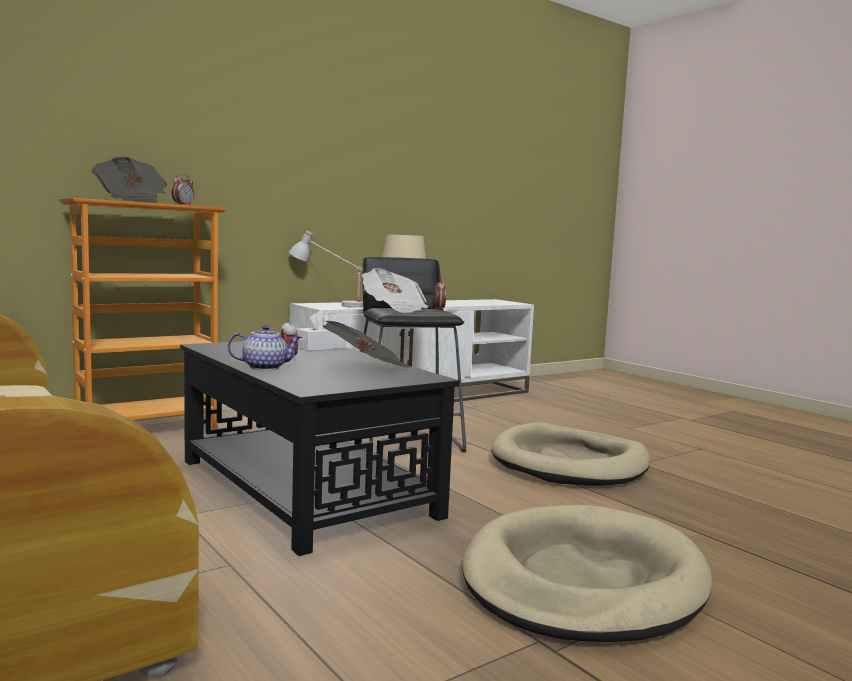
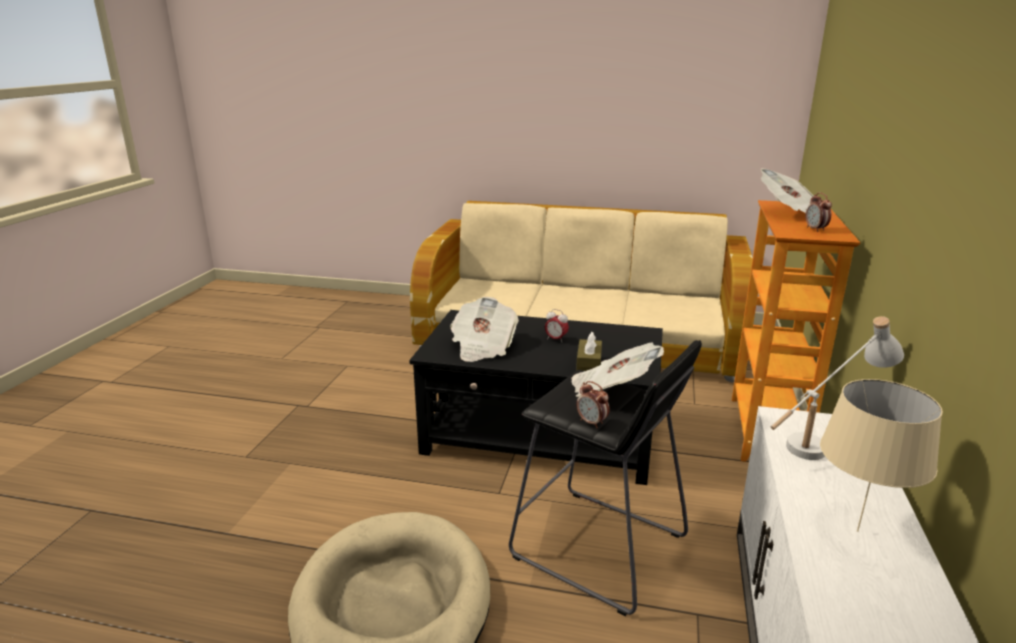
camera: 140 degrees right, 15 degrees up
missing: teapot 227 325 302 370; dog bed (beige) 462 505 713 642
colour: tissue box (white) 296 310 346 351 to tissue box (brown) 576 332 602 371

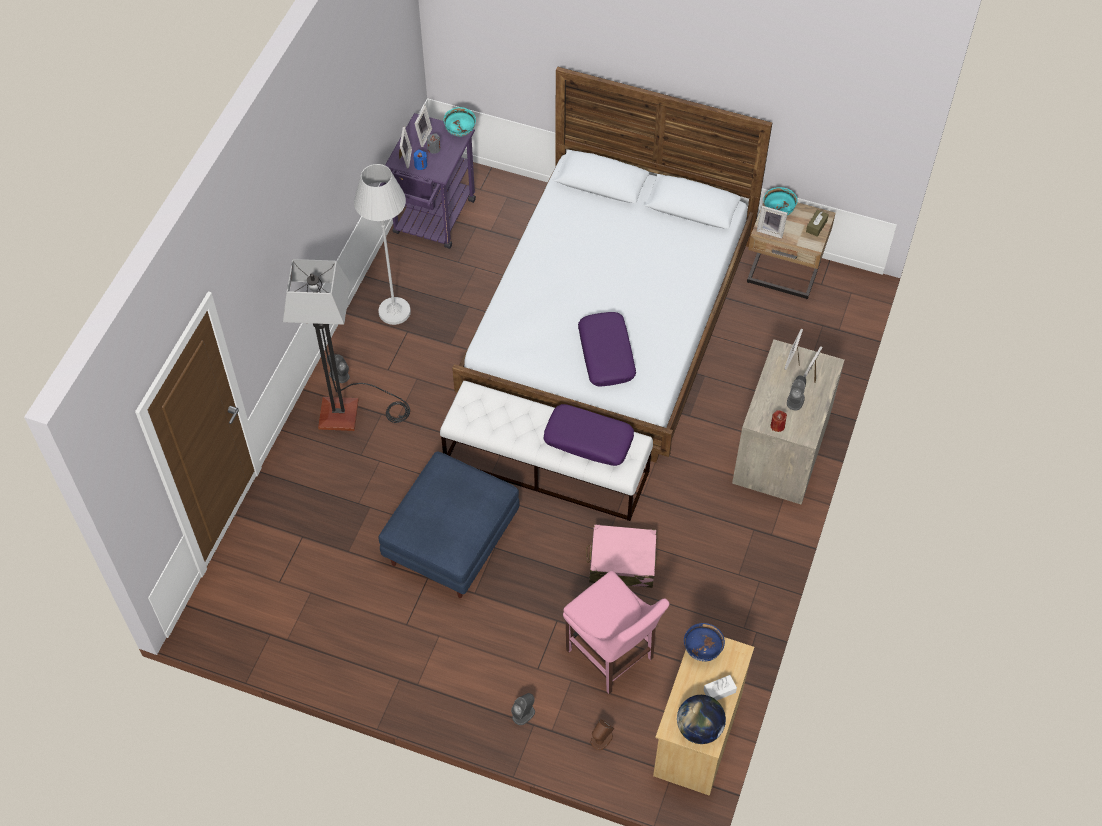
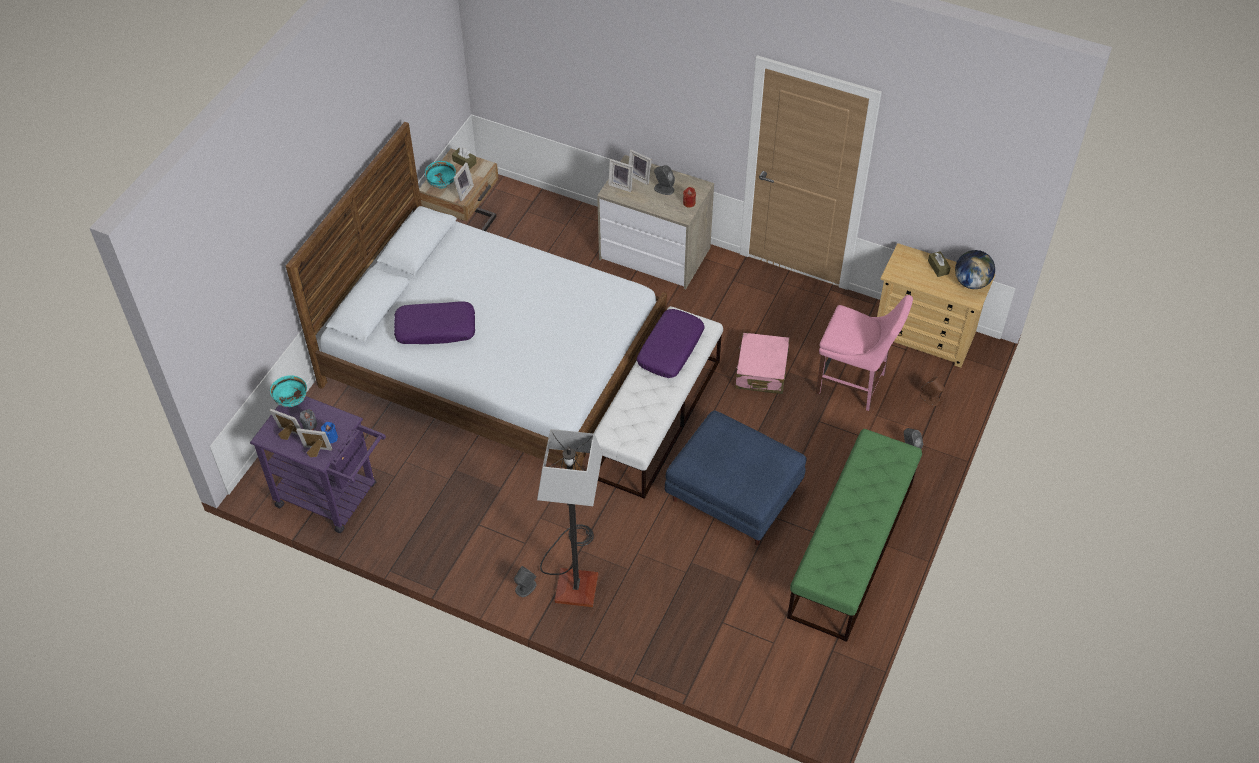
camera: 85 degrees left, 5 degrees down
missing: floor lamp (white) 354 164 411 325; bowl (blue) 684 623 725 662
appeared: bench (green) 787 429 922 642
relocated: pillow (purple) 578 312 636 387 to 394 302 475 344
colour: tissue box (white) 703 675 737 700 to tissue box (brown) 928 251 951 277
spun: chair (pink) 563 571 669 694 = 816 295 913 411 60 degrees clockwise

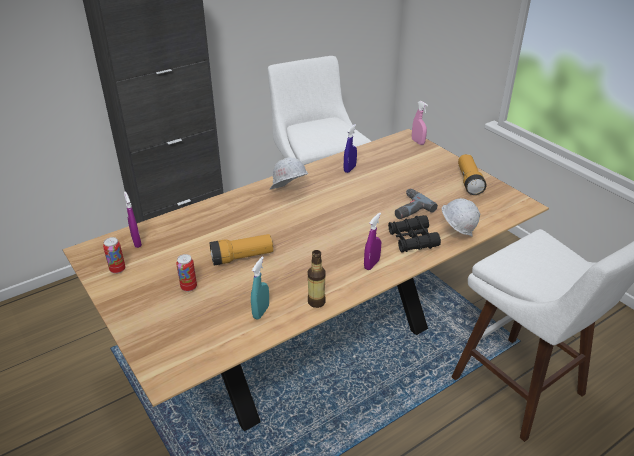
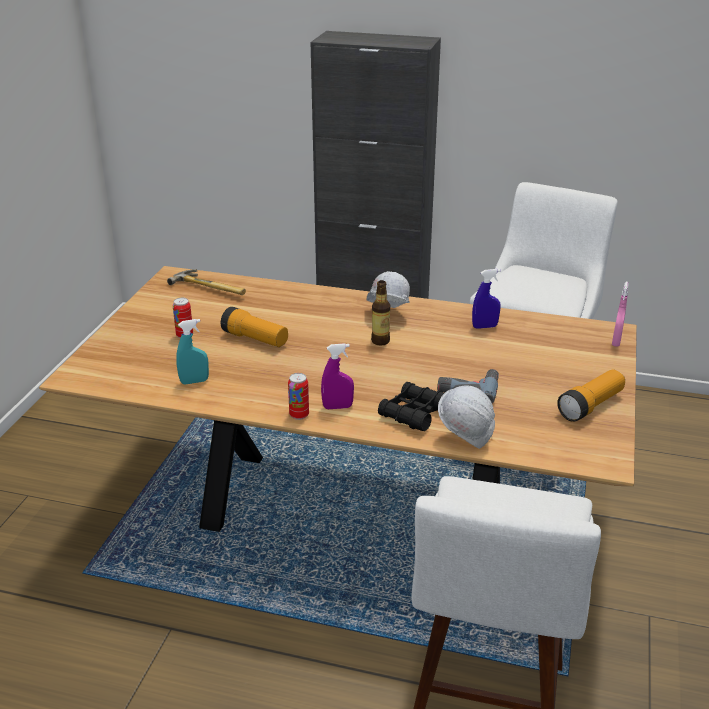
camera: 50 degrees right, 5 degrees down
relocated: can 103 237 125 274 to 288 373 309 420; bottle 308 250 326 308 to 371 280 390 346
exchanged: spray bottle (purple) 124 191 142 248 to hammer 167 269 246 295

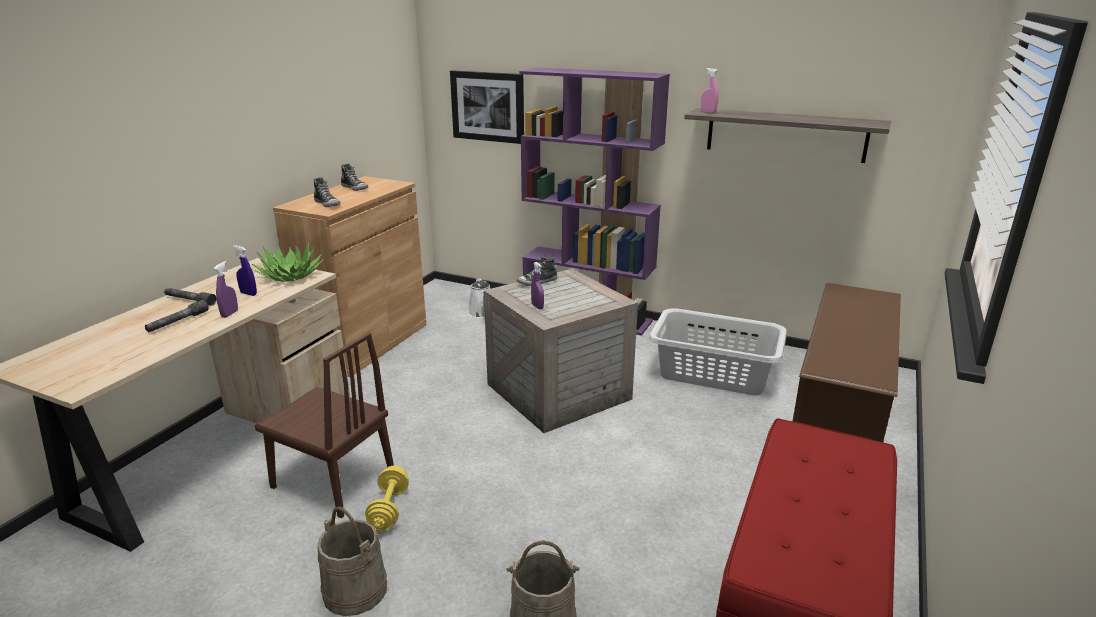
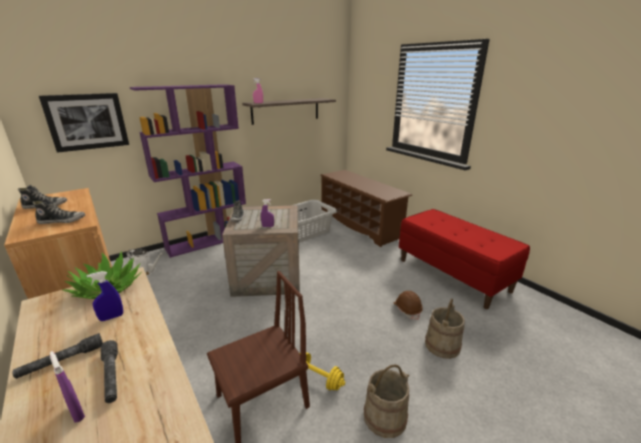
camera: 60 degrees left, 0 degrees up
appeared: hard hat (brown) 394 291 423 320
relocated: spray bottle (purple) 214 261 238 318 to 50 351 85 422

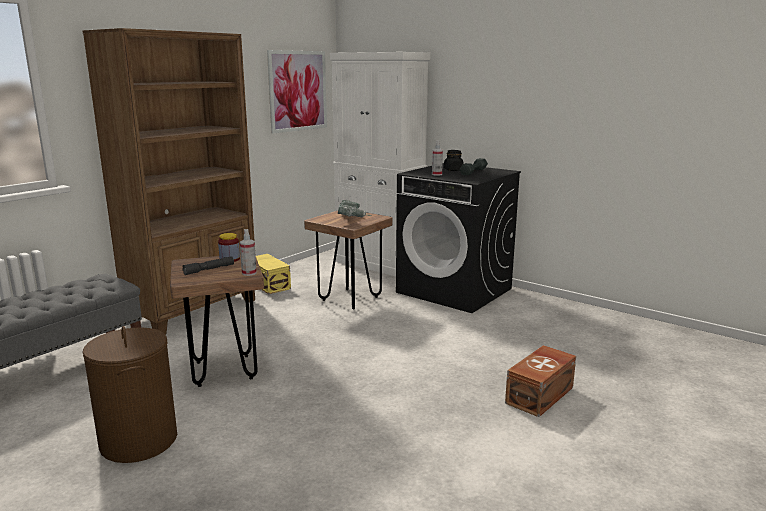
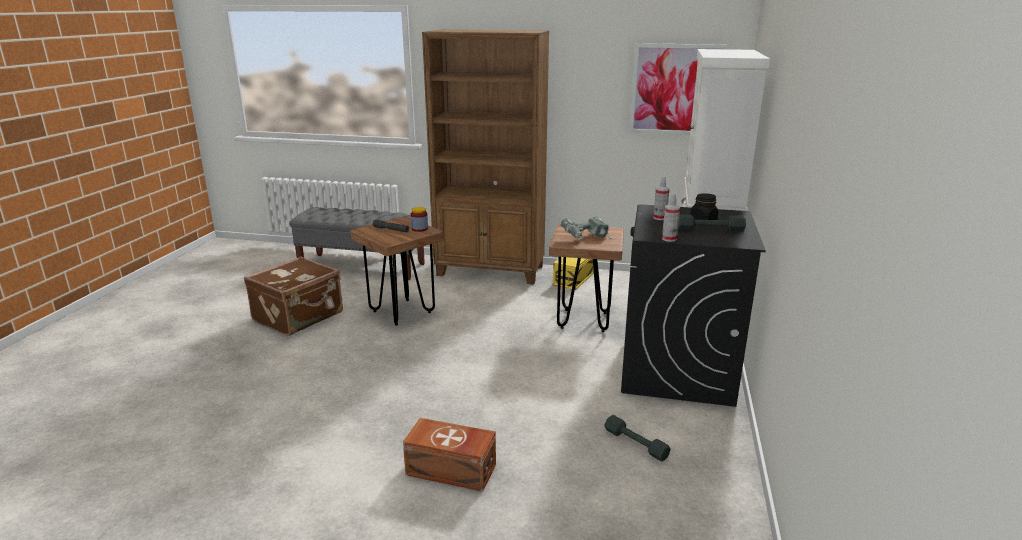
camera: 65 degrees right, 5 degrees up
appeared: dumbbell (grey) 604 415 671 461
relocated: spray bottle 240 229 257 276 to 662 194 680 242
exchanged: laundry basket (brown) 82 326 177 463 to suitcase (brown) 244 256 343 336

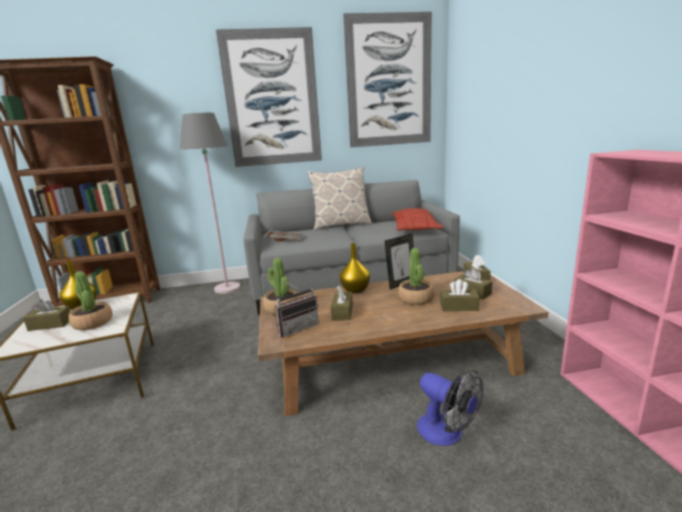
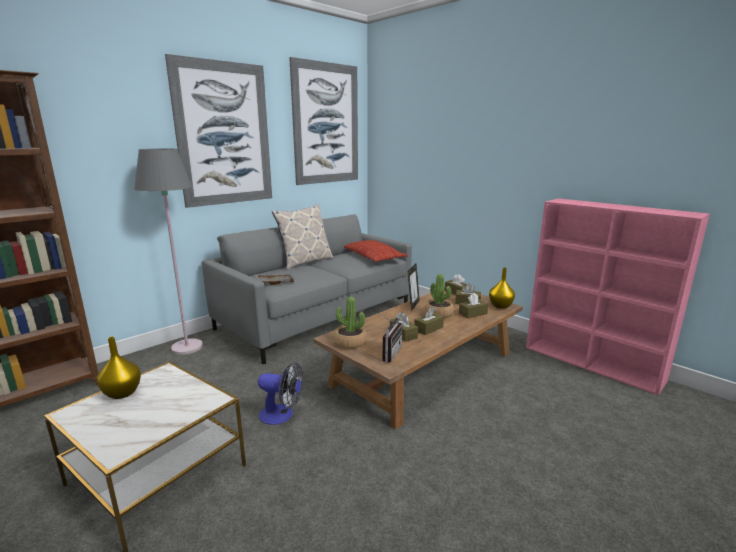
camera: 35 degrees left, 0 degrees up
missing: potted plant 69 271 113 330
relocated: tissue box (brown) 23 299 71 331 to 414 307 444 335; vase (yellow) 340 243 370 294 to 489 268 515 309; fan 417 370 483 446 to 258 362 303 425

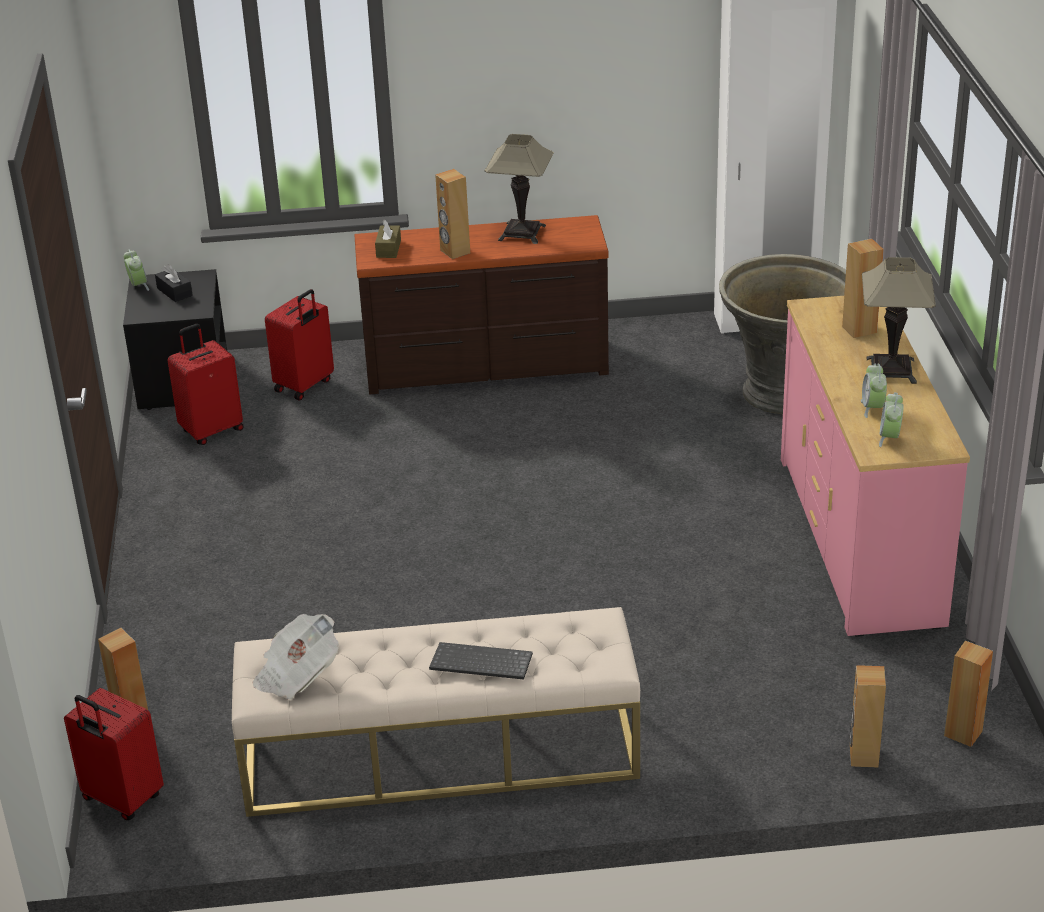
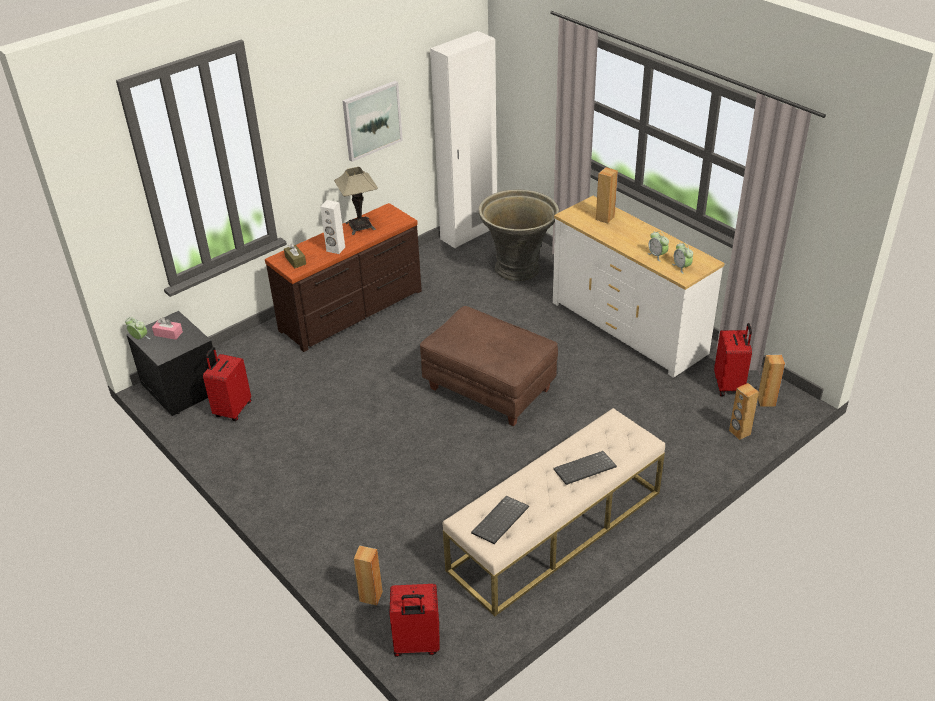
camera: 35 degrees left, 5 degrees up
missing: table lamp 862 257 936 384
appeared: picture 343 81 403 162; ottoman (brown) 420 306 558 426
relocated: suitcase (red) 265 289 334 400 to 714 323 752 396
exchanged: newspaper 253 614 339 700 to keyboard 471 496 529 544
colour: tissue box (black) 155 264 193 302 to tissue box (pink) 152 317 183 340; speaker (brown) 435 169 470 259 to speaker (white) 320 200 345 254; dresser (pink) 781 296 970 637 to dresser (white) 553 196 725 378

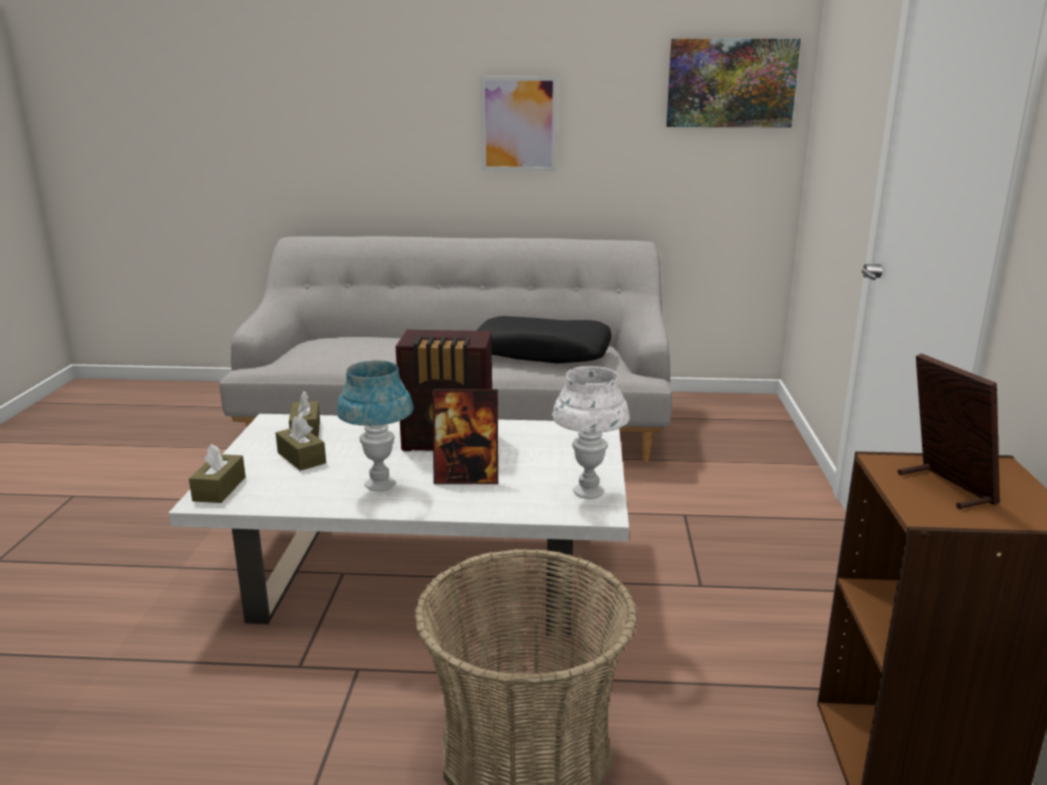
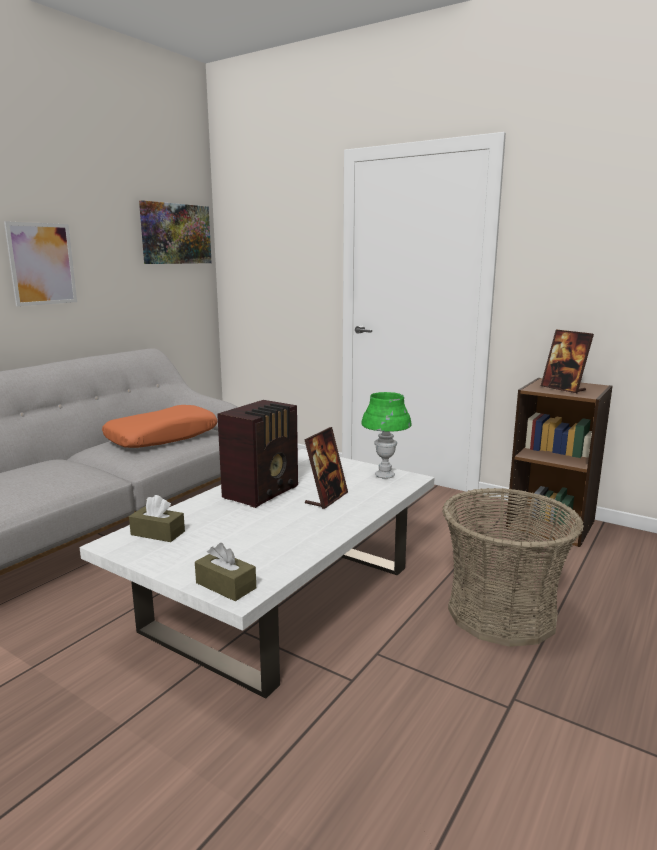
camera: 60 degrees left, 5 degrees down
missing: tissue box (brown) 276 416 326 471; table lamp (blue) 336 361 413 491
colour: pillow (black) 477 316 611 364 to pillow (orange) 102 405 217 448; table lamp (white) 552 366 630 499 to table lamp (green) 362 392 412 479
spun: picture frame 898 353 1000 509 = 541 330 594 393 135 degrees counterclockwise

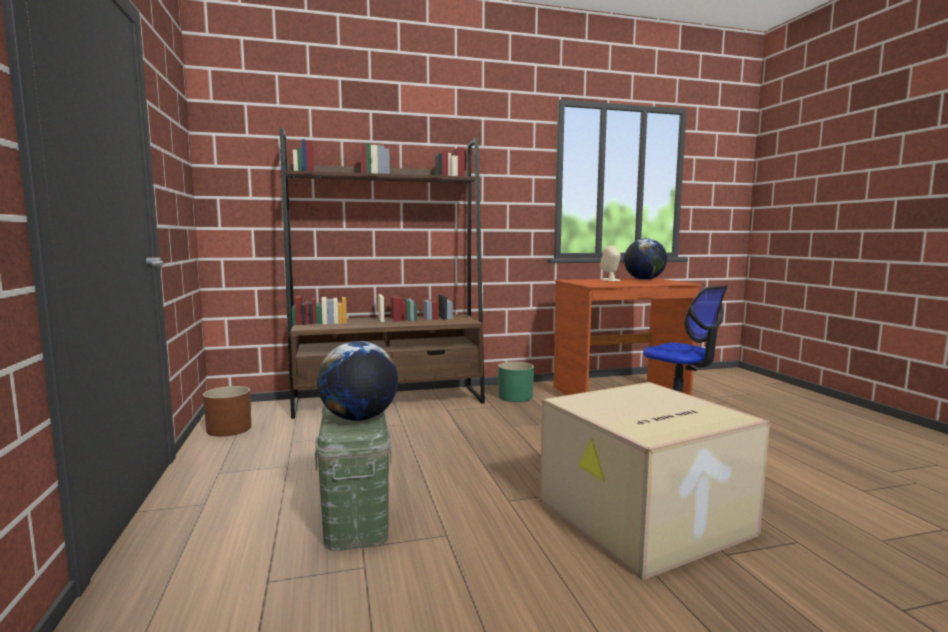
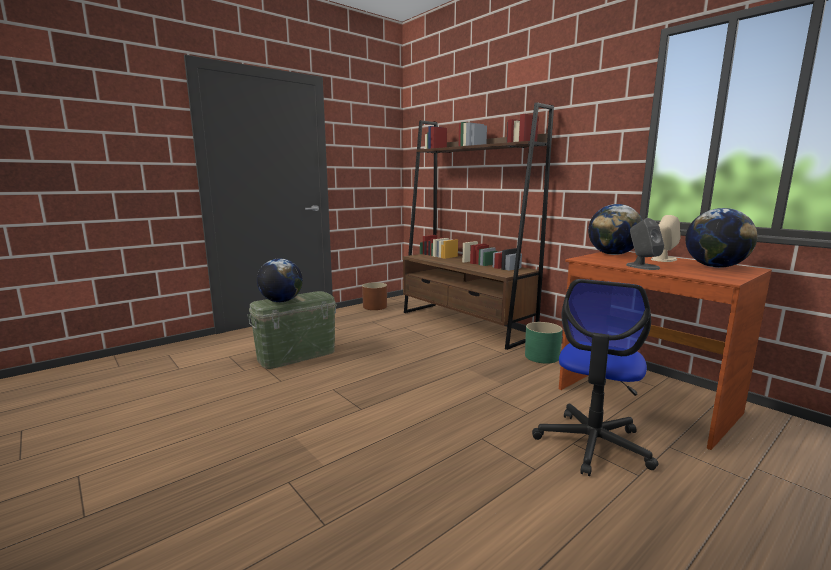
camera: 65 degrees right, 5 degrees up
missing: cardboard box 540 382 770 580
appeared: globe 588 204 642 255; speaker (grey) 626 218 664 270

